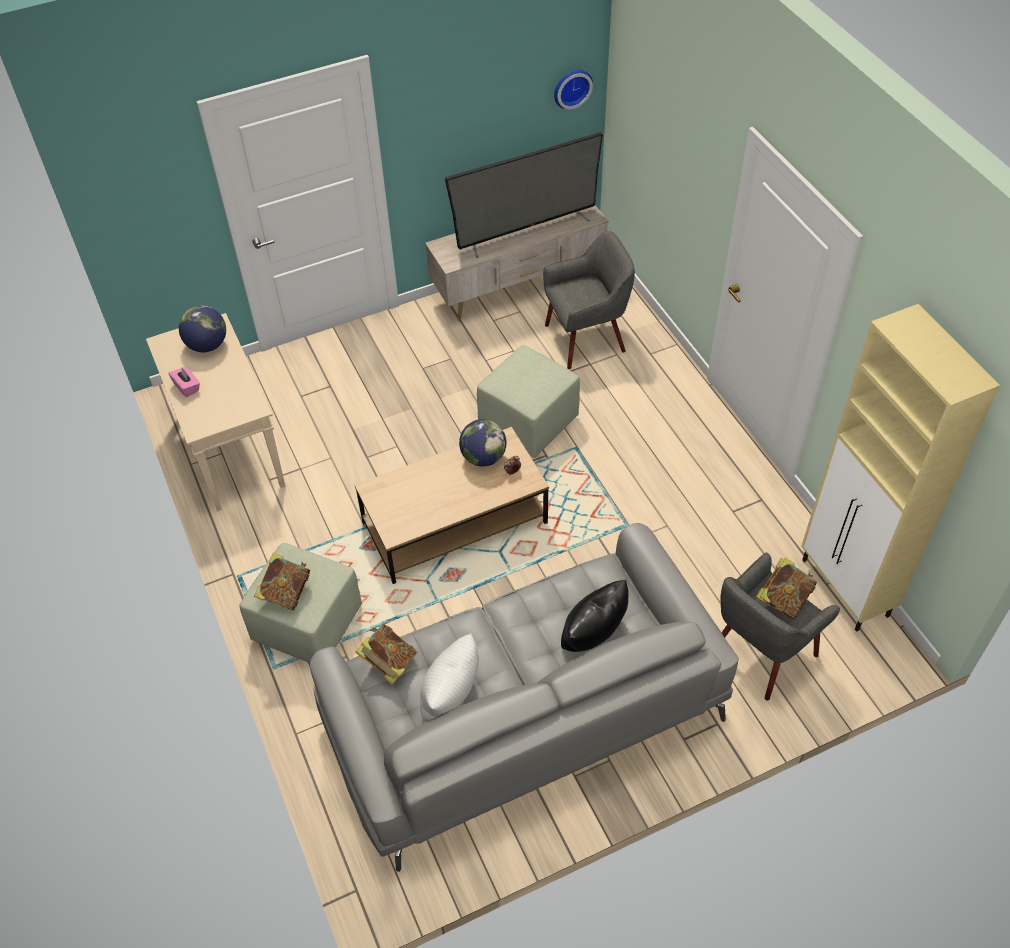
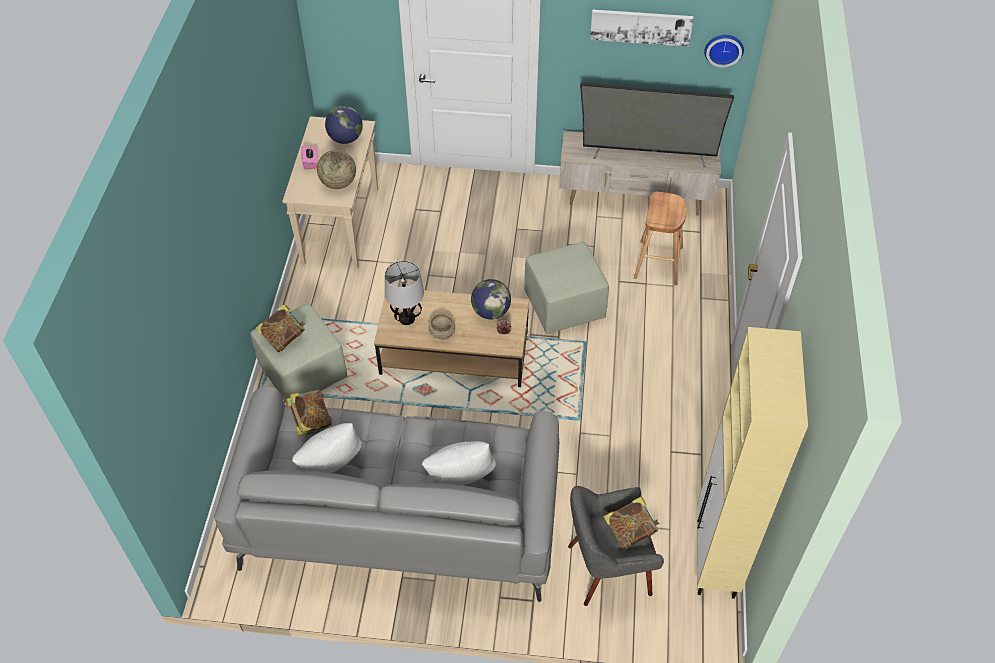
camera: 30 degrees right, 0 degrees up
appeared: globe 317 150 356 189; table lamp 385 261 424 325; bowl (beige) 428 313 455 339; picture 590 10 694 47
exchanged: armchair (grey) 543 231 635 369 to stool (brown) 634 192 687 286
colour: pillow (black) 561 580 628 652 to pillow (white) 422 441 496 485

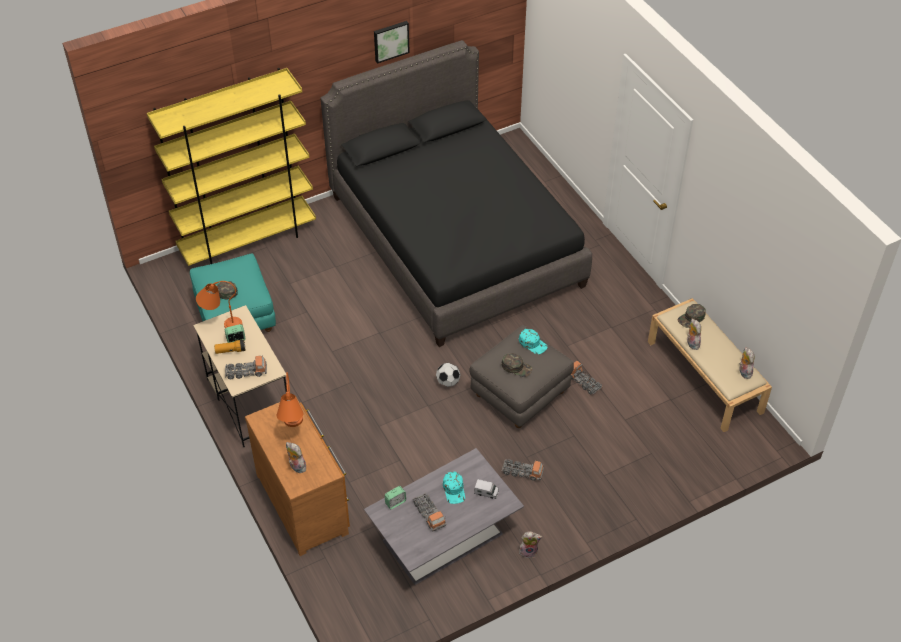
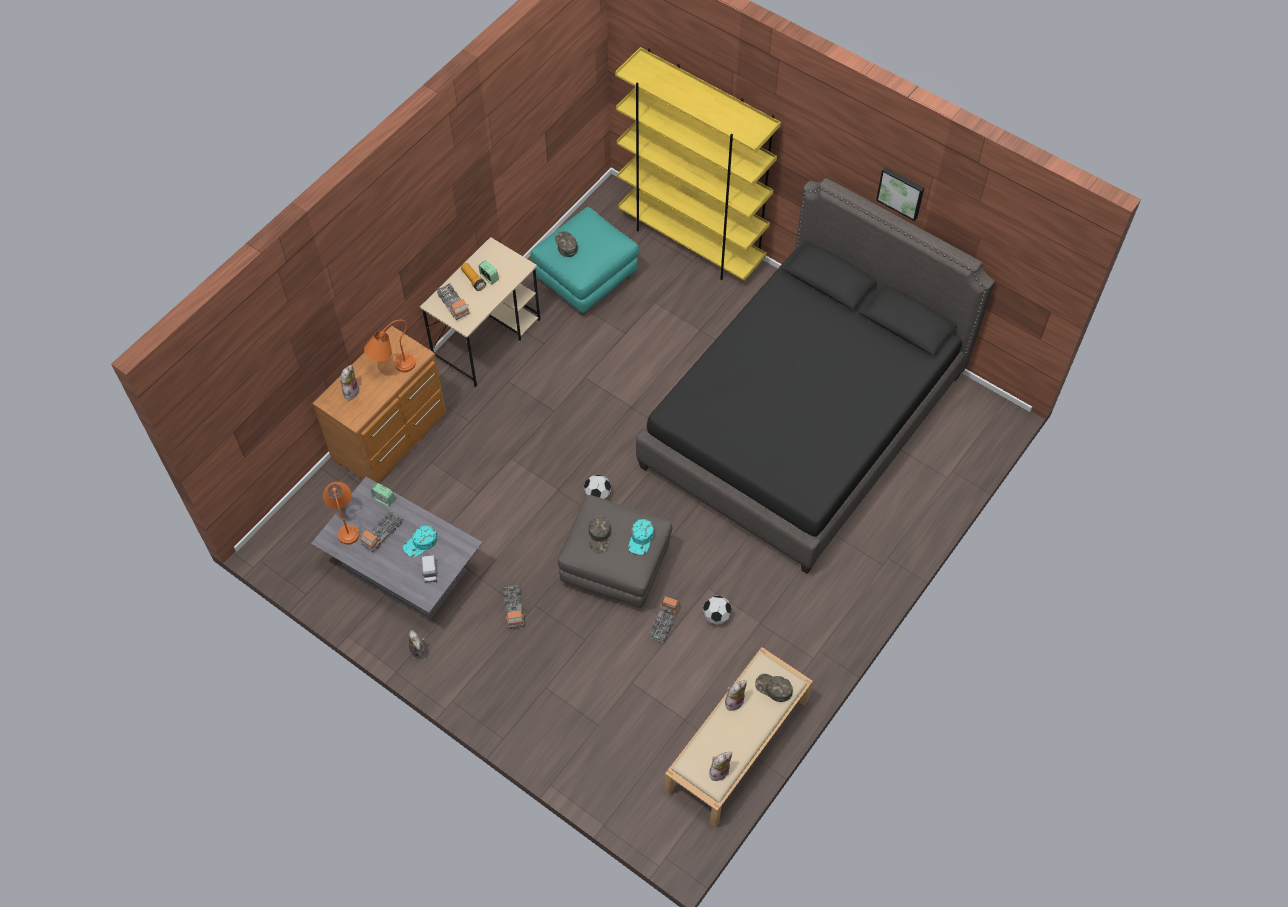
camera: 65 degrees right, 10 degrees up
appeared: football 703 596 732 624
relocated: table lamp (orange) 196 281 243 328 to 323 482 359 545

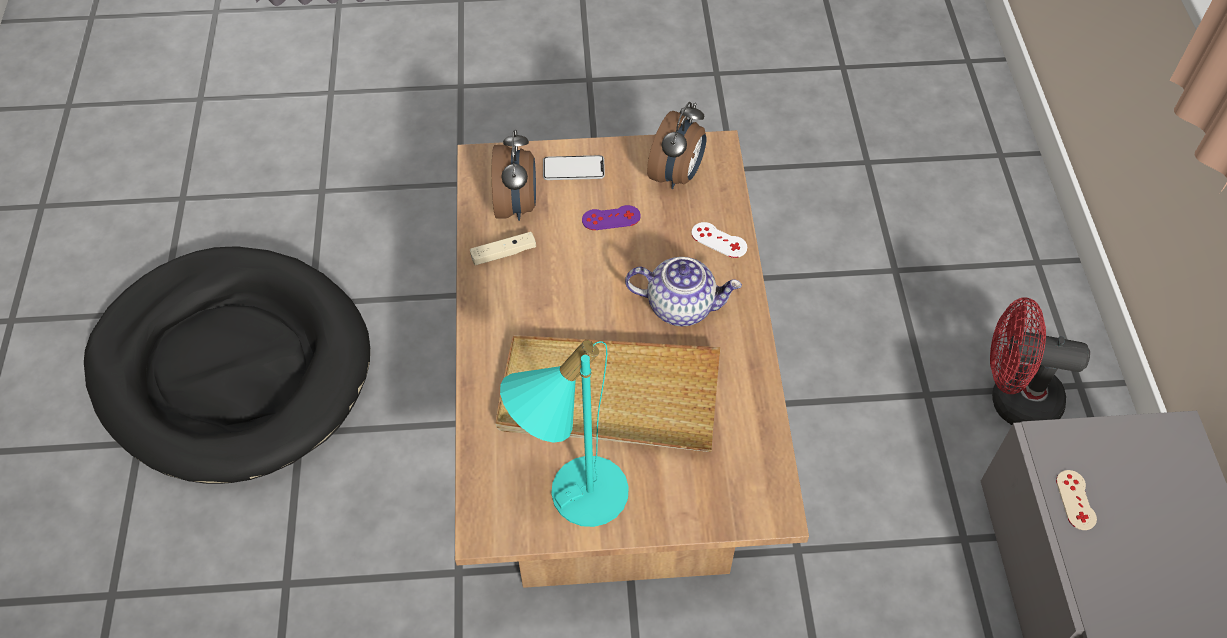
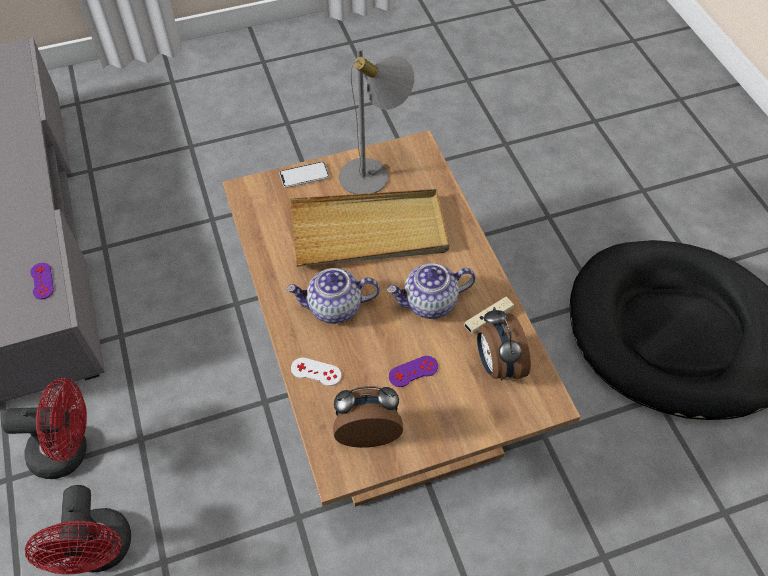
camera: 165 degrees right, 0 degrees up
appeared: fan (red) 25 485 131 574; teapot 387 263 475 319
relocated: phone 543 155 605 180 to 279 162 329 188
colour: table lamp (turquoise) 500 340 629 527 to table lamp (grey) 339 48 415 194; game controller (beige) 1056 470 1097 530 to game controller (purple) 30 263 54 299
spun: alarm clock 647 102 706 189 = 333 386 403 448 75 degrees clockwise

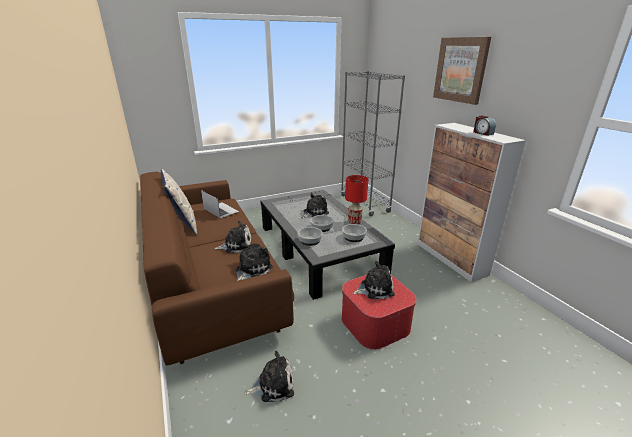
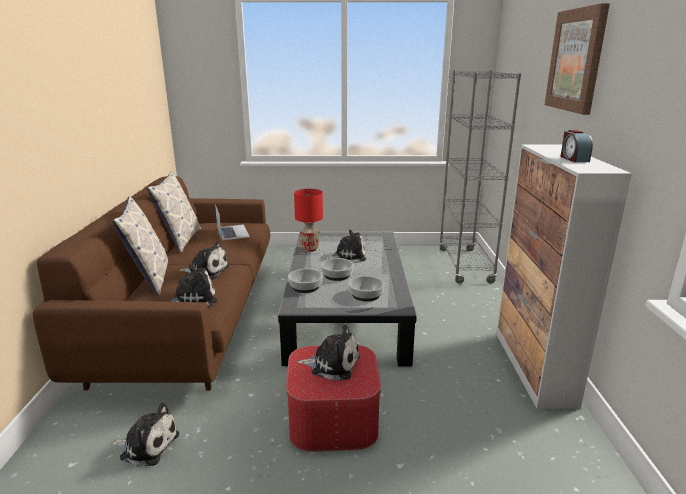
camera: 25 degrees right, 5 degrees down
appeared: pillow 112 196 169 296
relocated: table lamp (red) 345 175 368 224 to 294 189 323 252

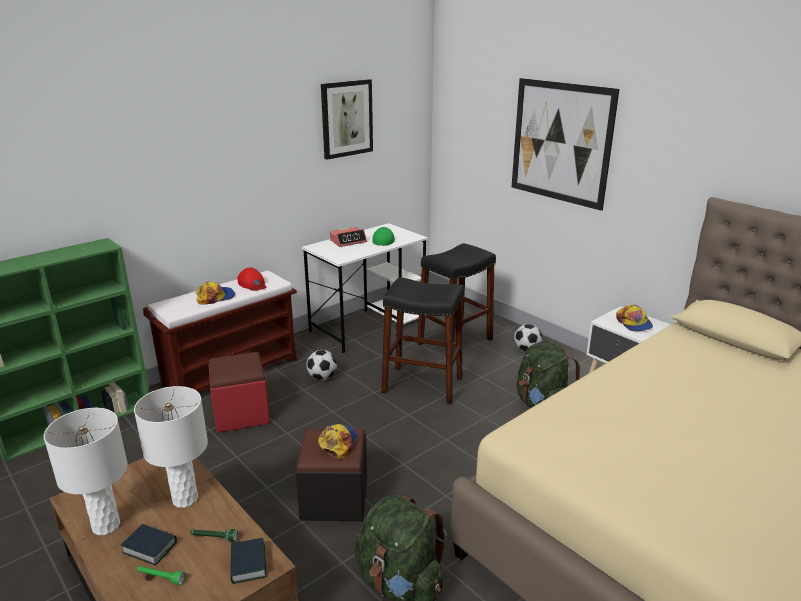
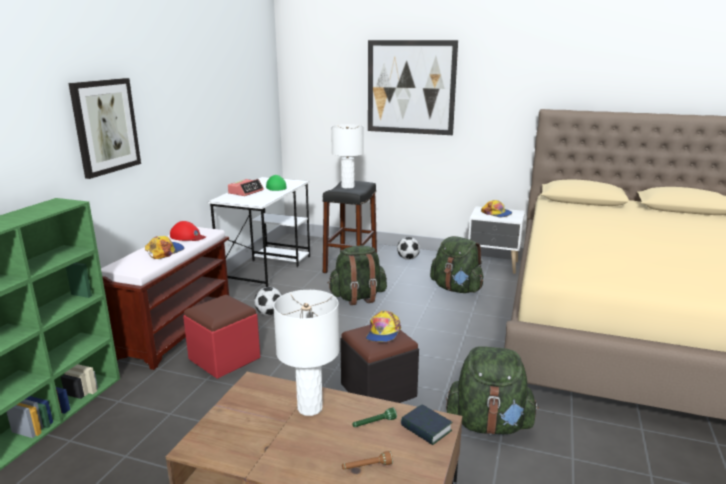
camera: 30 degrees left, 5 degrees down
missing: book 121 524 177 566
relocated: table lamp (white) 44 408 128 535 to 331 124 364 189; picture 321 79 373 160 to 68 78 141 179
exchanged: stool (black) 382 277 464 404 to backpack (green) 328 246 387 305
colour: flashlight (green) 137 566 185 585 to flashlight (brown) 342 451 393 470
spun: cap 318 424 358 459 = 366 311 401 342 150 degrees counterclockwise

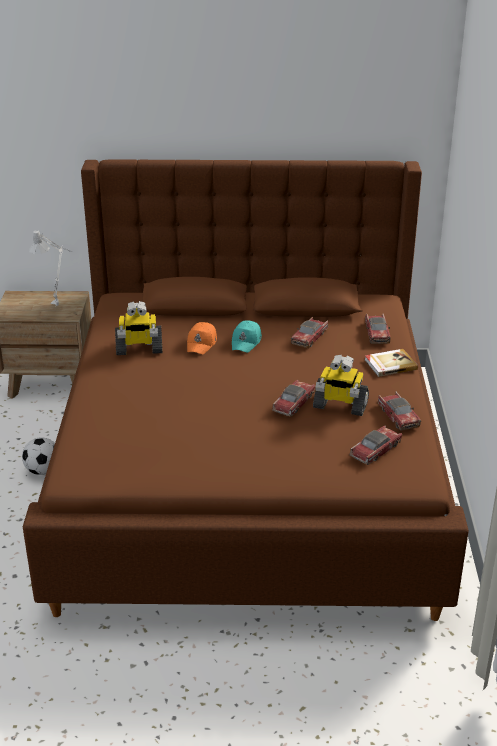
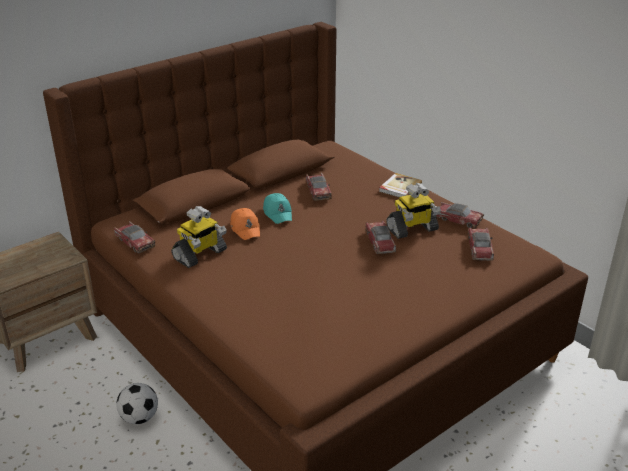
camera: 40 degrees left, 0 degrees up
missing: table lamp (grey) 29 230 73 306
relocated: toy car 365 314 390 344 to 114 221 155 254

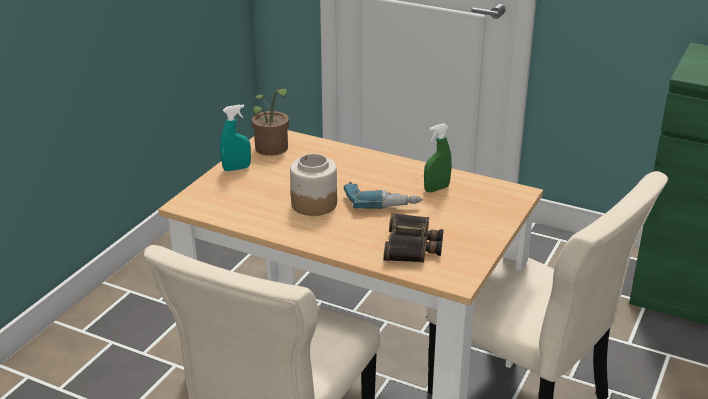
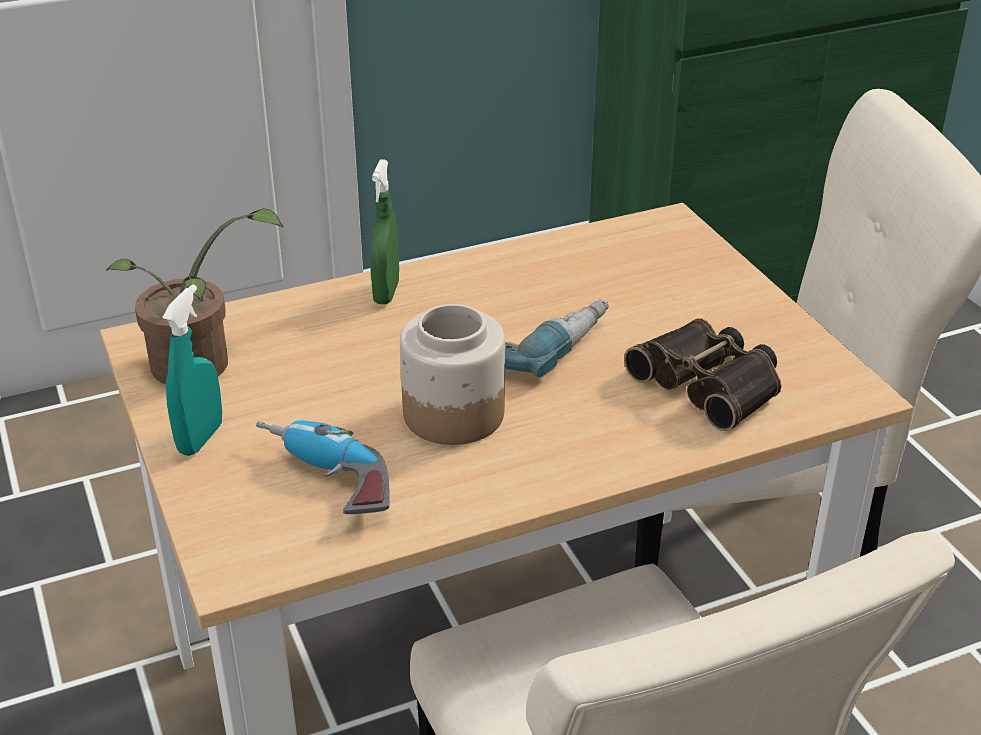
camera: 50 degrees left, 5 degrees up
appeared: power drill 256 420 390 514
relocated: spray bottle (green) 424 123 452 192 to 370 159 399 304

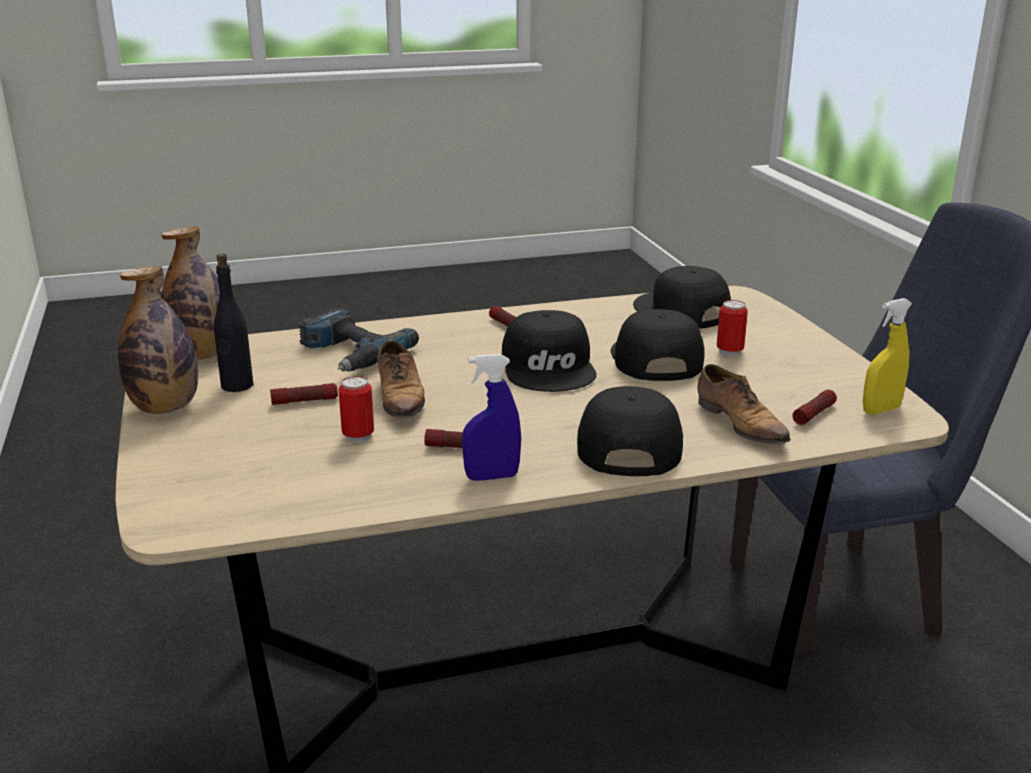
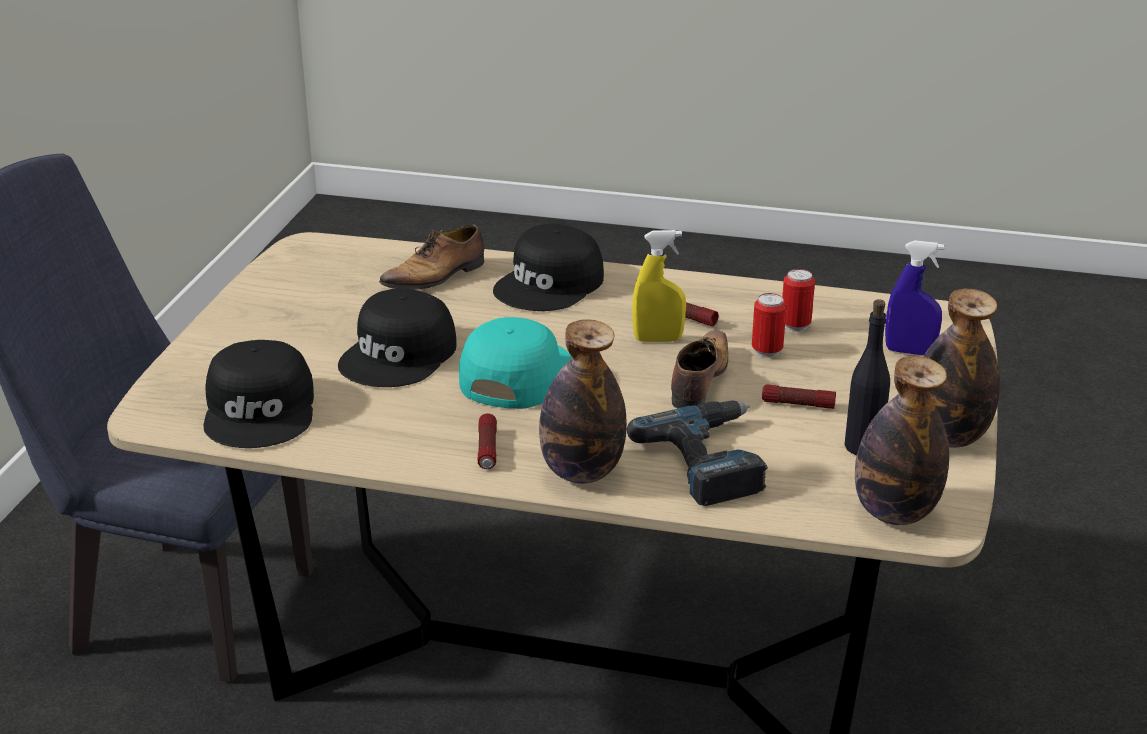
camera: 150 degrees left, 5 degrees up
missing: flashlight 792 390 837 425
appeared: bottle 539 319 626 484
relocated: spray bottle (blue) 462 354 521 481 to 885 240 944 355; can 717 300 748 356 to 782 269 815 332; spray bottle (yellow) 863 298 912 415 to 632 230 686 342
colour: cap (black) 502 310 597 392 to cap (turquoise) 459 317 572 409
spun: shoe 698 364 791 444 = 379 225 484 290 135 degrees counterclockwise

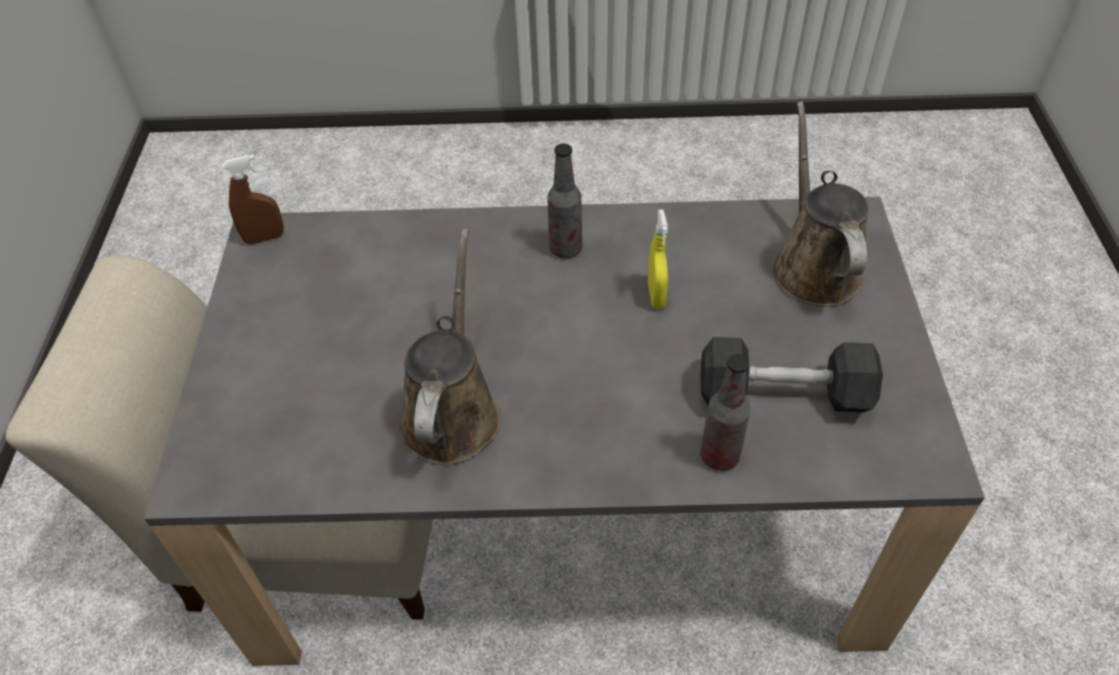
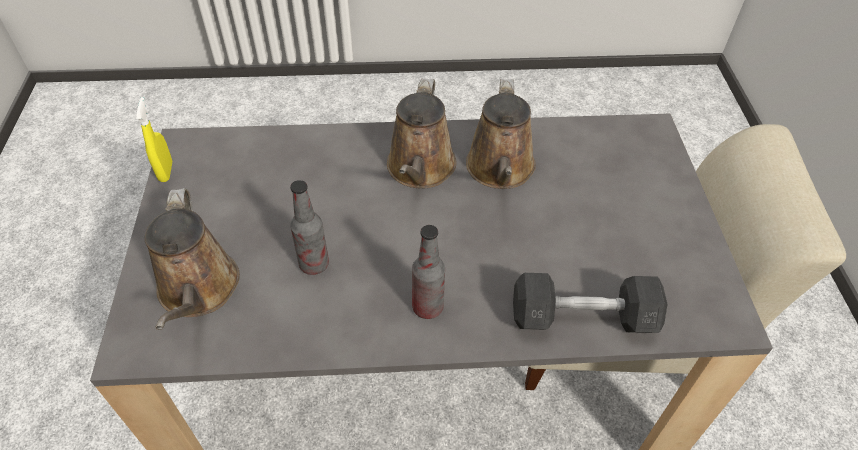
camera: 175 degrees right, 0 degrees up
missing: spray bottle (brown) 222 154 284 244
appeared: watering can (brown) 387 78 457 189
relocated: spray bottle (yellow) 648 209 668 309 to 136 97 172 182; dumbbell (grey) 700 337 883 412 to 513 273 667 333; bottle 700 354 750 471 to 290 180 329 275

